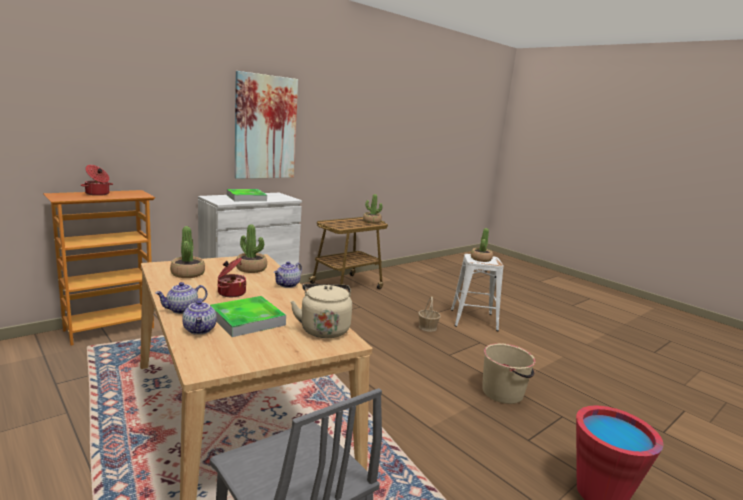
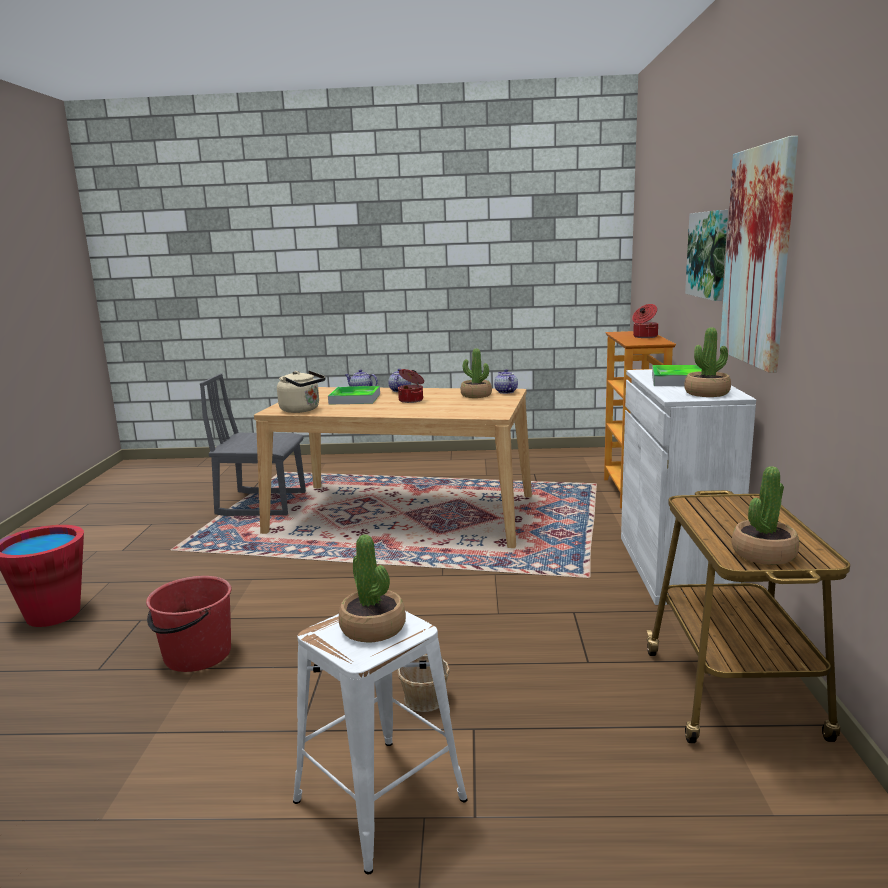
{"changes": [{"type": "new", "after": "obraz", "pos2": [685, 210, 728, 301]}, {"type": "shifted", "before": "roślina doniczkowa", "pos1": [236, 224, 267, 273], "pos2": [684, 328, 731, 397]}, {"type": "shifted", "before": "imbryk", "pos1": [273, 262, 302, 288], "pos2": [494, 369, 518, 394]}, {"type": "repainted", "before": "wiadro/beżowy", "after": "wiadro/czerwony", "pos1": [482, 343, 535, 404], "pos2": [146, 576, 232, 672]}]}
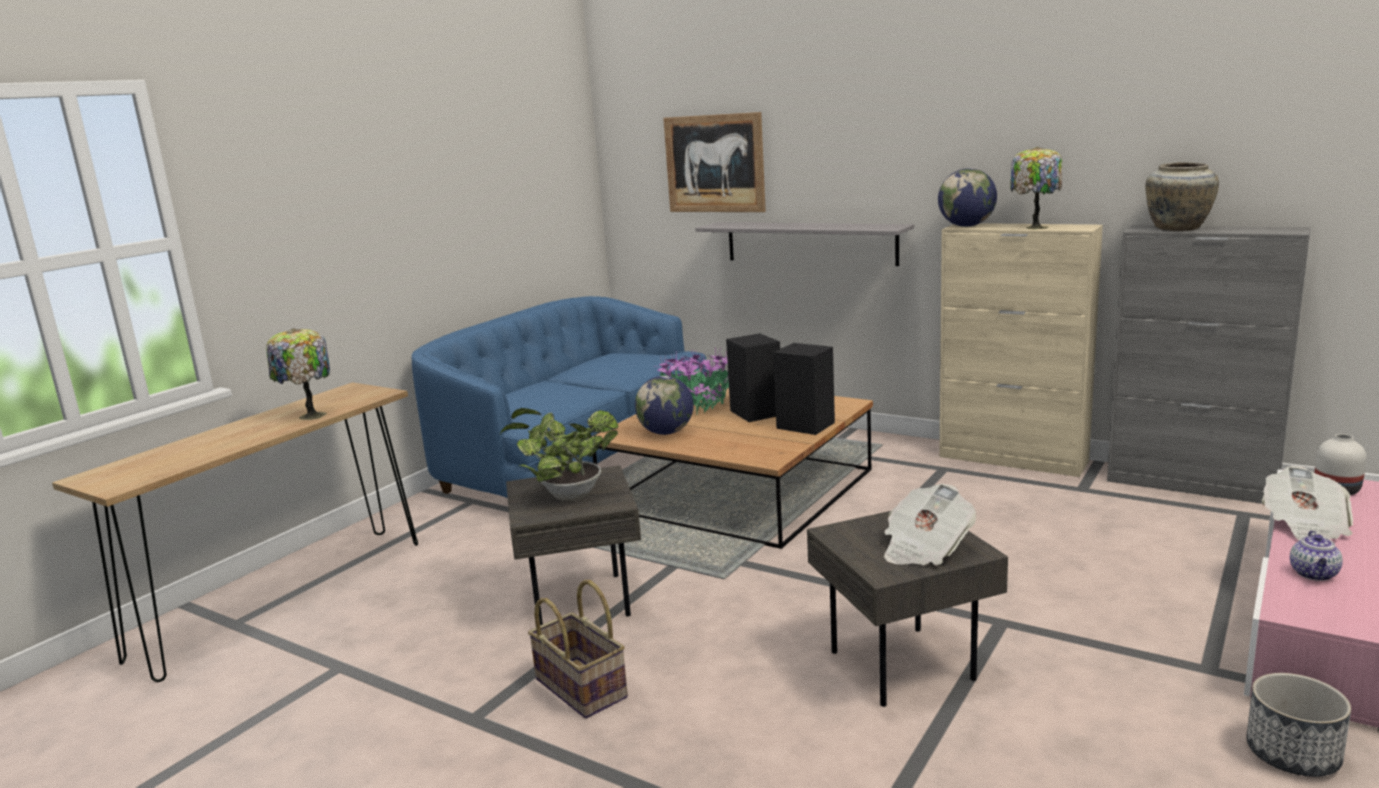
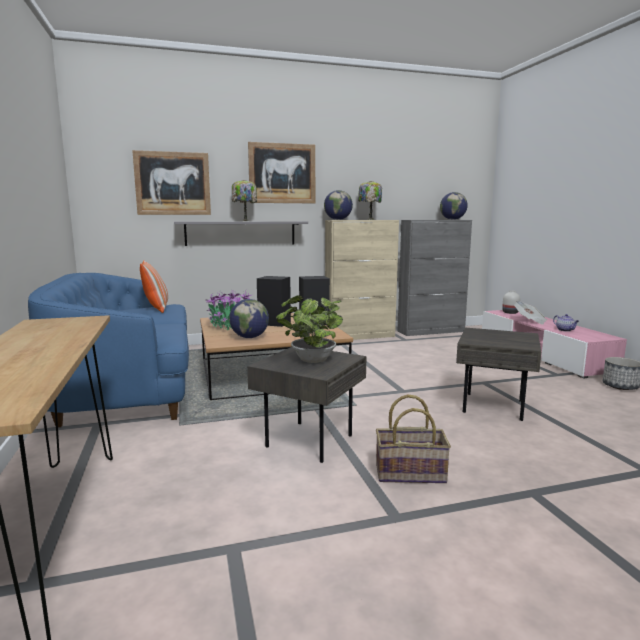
{"changes": [{"type": "gone", "before": "gazeta", "pos1": [884, 484, 976, 565]}, {"type": "gone", "before": "wazon/beżowy", "pos1": [1145, 162, 1219, 231]}, {"type": "new", "after": "poduszka", "pos2": [140, 260, 168, 313]}, {"type": "new", "after": "obraz", "pos2": [248, 142, 315, 203]}, {"type": "new", "after": "globus", "pos2": [440, 192, 468, 220]}, {"type": "shifted", "before": "lampa stołowa", "pos1": [266, 328, 330, 420], "pos2": [232, 180, 257, 221]}]}
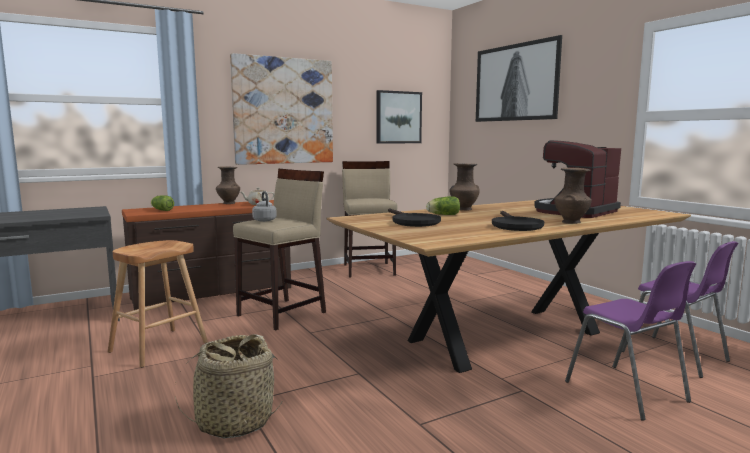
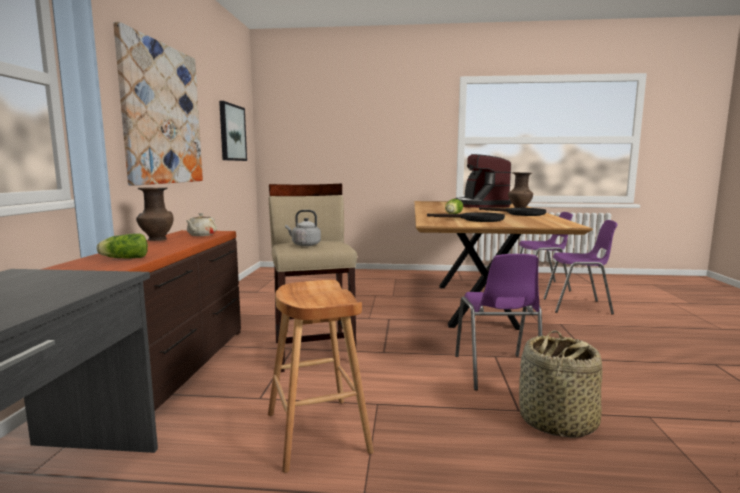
{"changes": [{"type": "gone", "before": "stołek/beżowy", "pos1": [342, 161, 398, 277]}, {"type": "gone", "before": "wazon/brązowy", "pos1": [449, 163, 480, 210]}, {"type": "gone", "before": "obraz", "pos1": [476, 35, 562, 122]}, {"type": "new", "after": "krzesło/fioletowy", "pos2": [455, 254, 542, 390]}]}
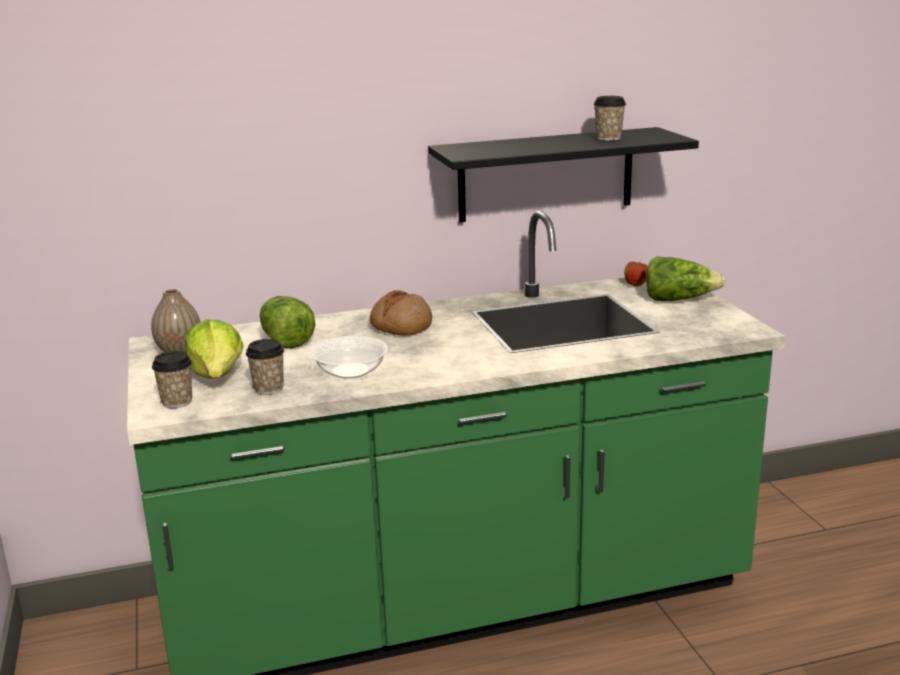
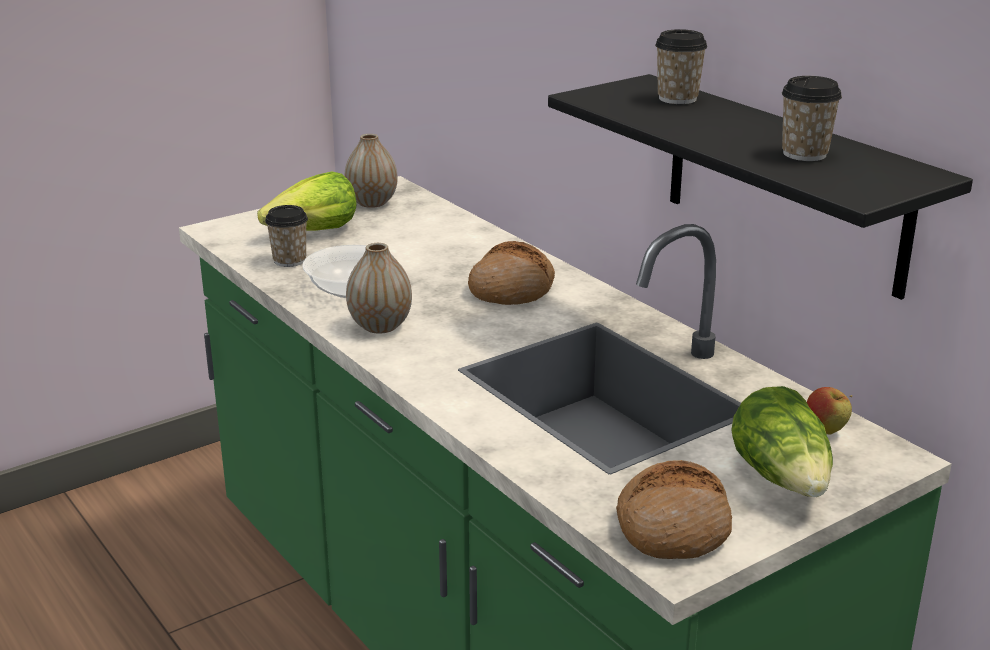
{"changes": [{"type": "gone", "before": "sałata", "pos1": [260, 296, 315, 349]}, {"type": "new", "after": "wazon", "pos2": [346, 243, 412, 334]}, {"type": "new", "after": "chleb", "pos2": [616, 460, 732, 559]}, {"type": "shifted", "before": "filiżanka", "pos1": [152, 351, 192, 408], "pos2": [655, 29, 707, 104]}]}
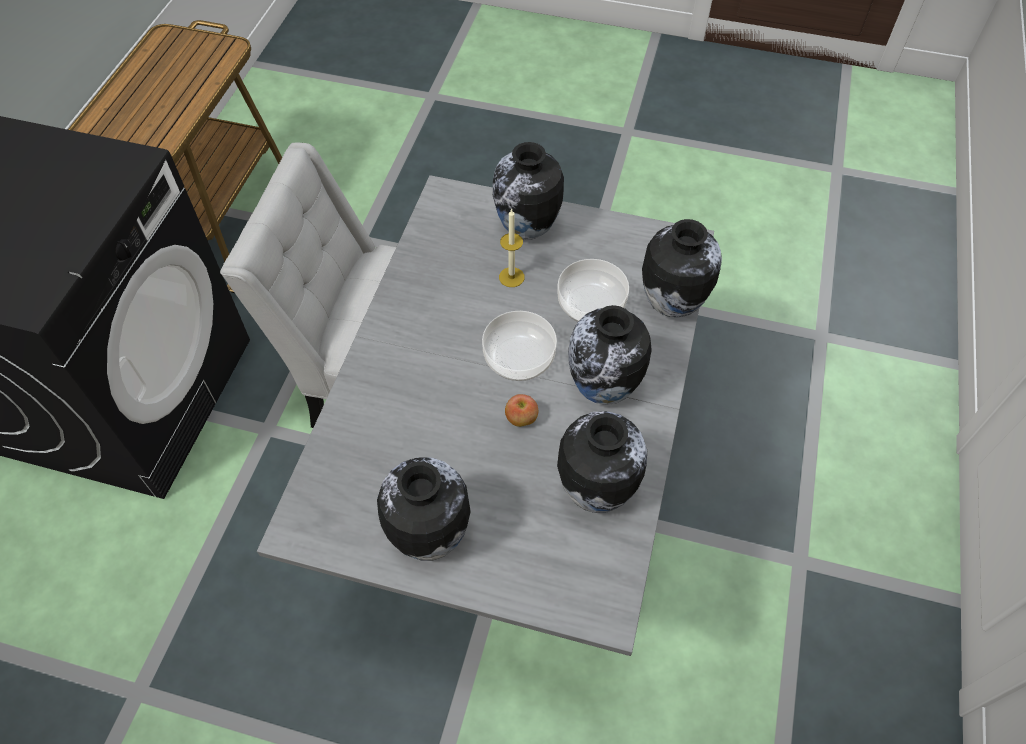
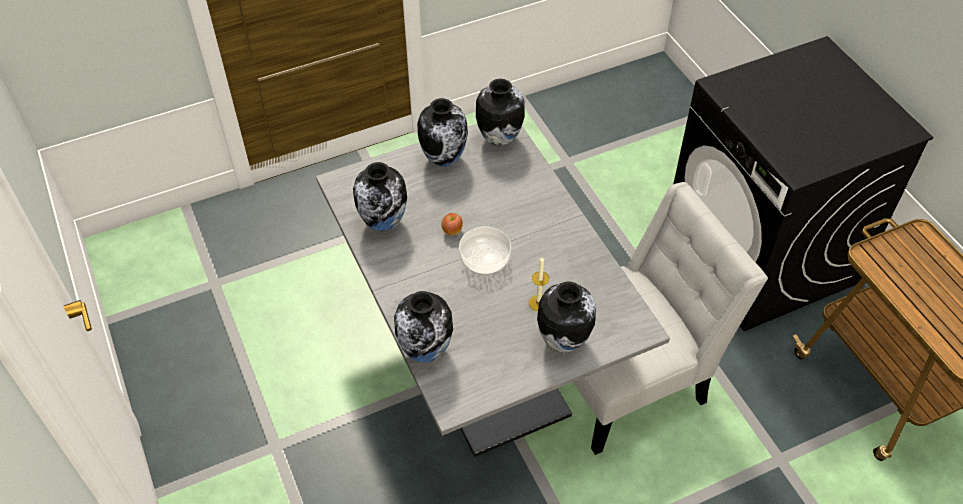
{"changes": [{"type": "gone", "before": "miska", "pos1": [557, 259, 629, 322]}, {"type": "shifted", "before": "wazon", "pos1": [568, 305, 652, 405], "pos2": [476, 79, 525, 147]}]}
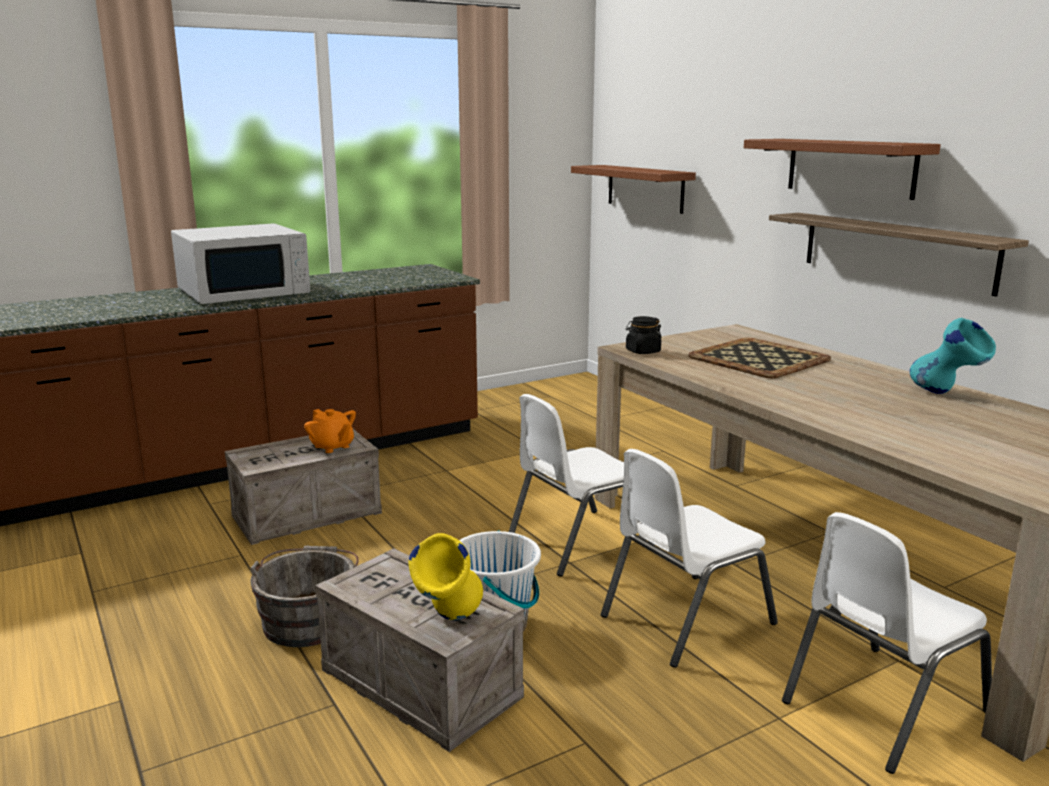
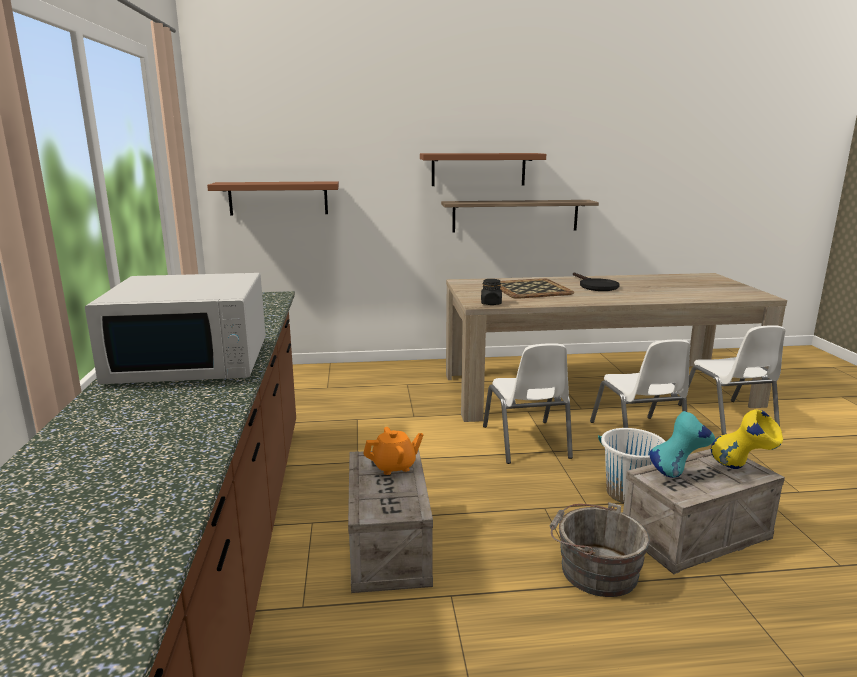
{"changes": [{"type": "new", "after": "patelnia/czarny", "pos2": [573, 273, 620, 291]}, {"type": "shifted", "before": "wazon/turkusowy", "pos1": [910, 318, 996, 394], "pos2": [649, 411, 715, 478]}, {"type": "rotated", "before": "mikrofalówka/biały", "pos1": [171, 223, 310, 304], "pos2": [85, 273, 266, 384], "turn": 90}]}
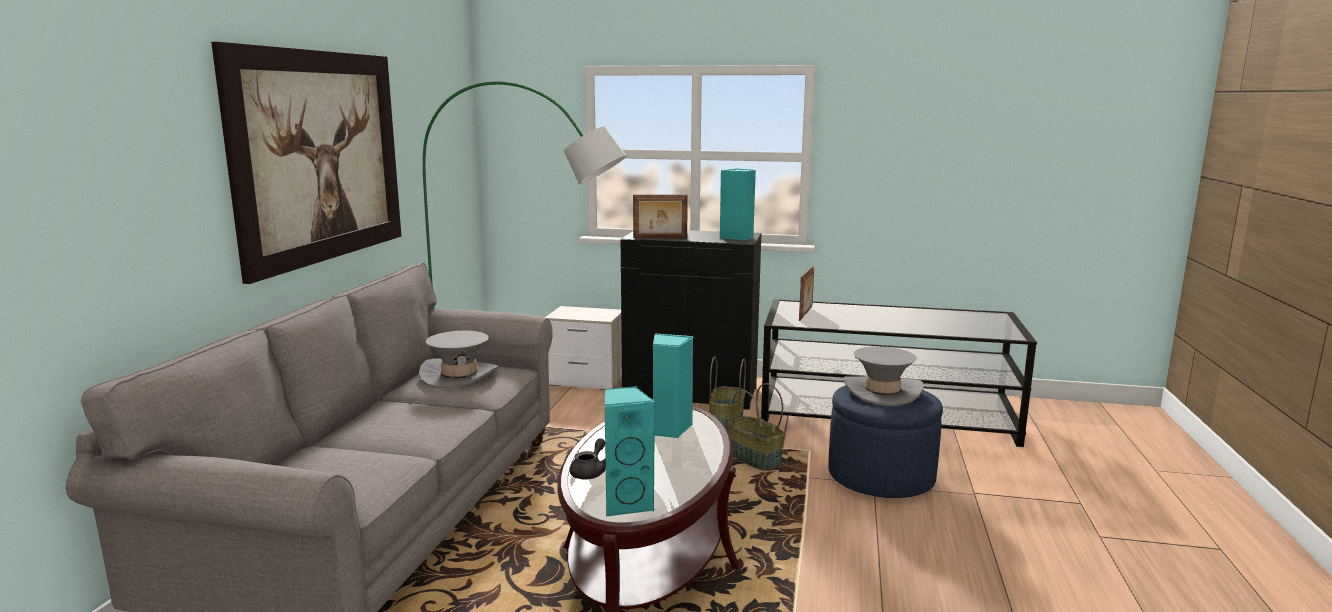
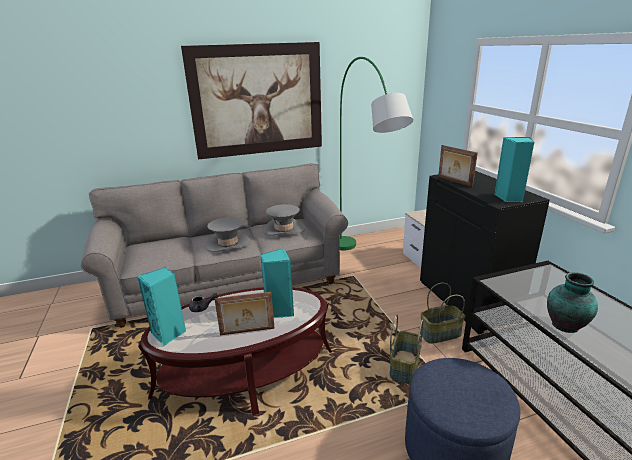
{"changes": [{"type": "new", "after": "wazon", "pos2": [547, 272, 598, 333]}, {"type": "shifted", "before": "ramka na zdjęcie", "pos1": [799, 266, 814, 321], "pos2": [214, 292, 275, 335]}, {"type": "shifted", "before": "kapelusz/szary", "pos1": [843, 346, 923, 406], "pos2": [205, 217, 251, 252]}]}
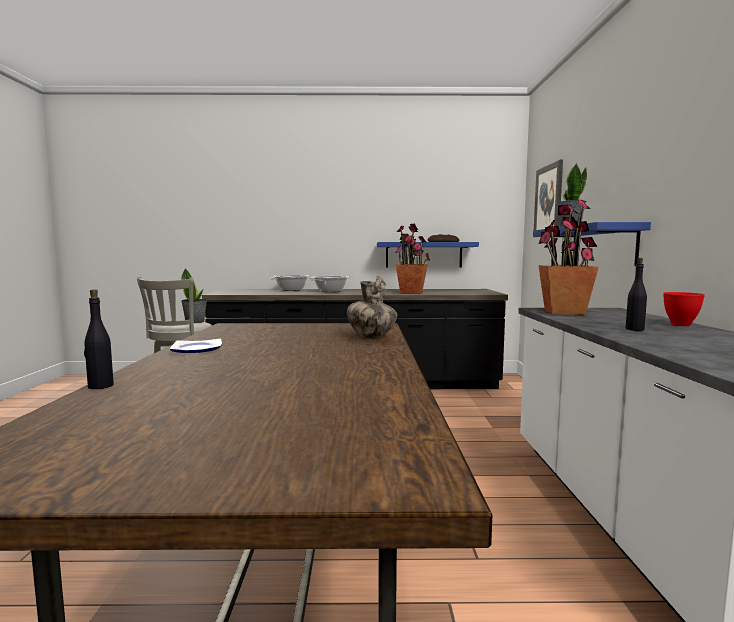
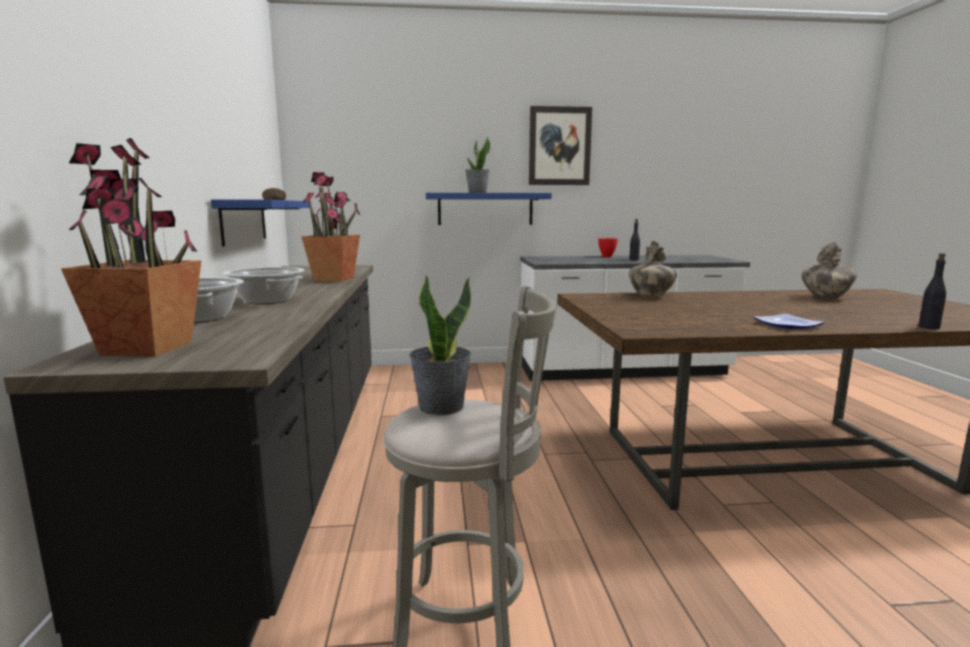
{"changes": [{"type": "new", "after": "wazon", "pos2": [802, 242, 857, 299]}, {"type": "shifted", "before": "obraz", "pos1": [534, 160, 563, 230], "pos2": [529, 106, 592, 185]}, {"type": "shifted", "before": "roślina doniczkowa", "pos1": [538, 199, 599, 315], "pos2": [61, 138, 202, 357]}]}
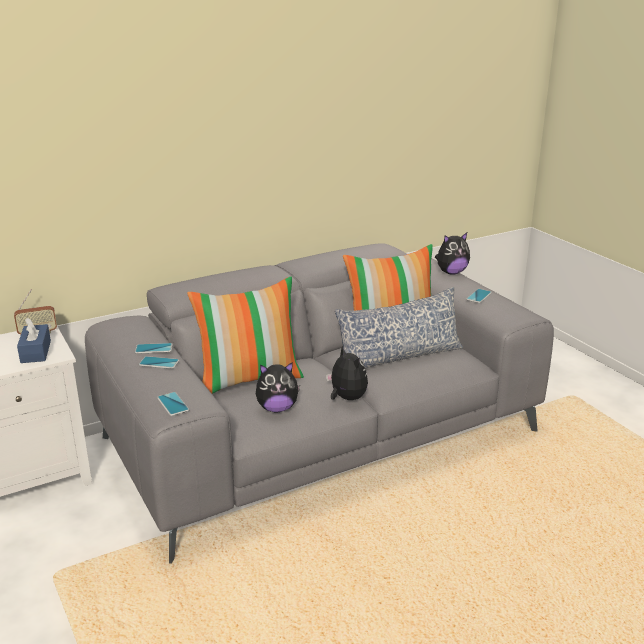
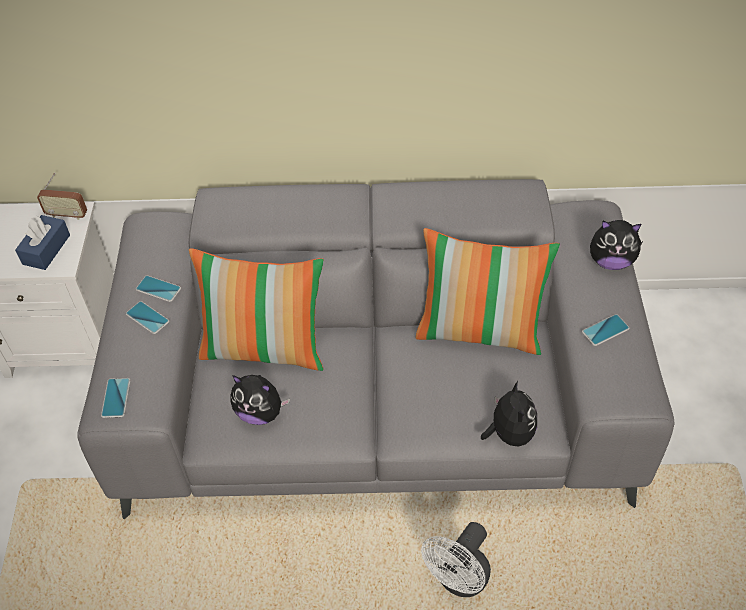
{"changes": [{"type": "gone", "before": "poduszka", "pos1": [335, 287, 463, 369]}, {"type": "new", "after": "wentylator/biały", "pos2": [421, 522, 491, 597]}, {"type": "shifted", "before": "pluszak", "pos1": [326, 345, 368, 400], "pos2": [481, 381, 537, 447]}]}
